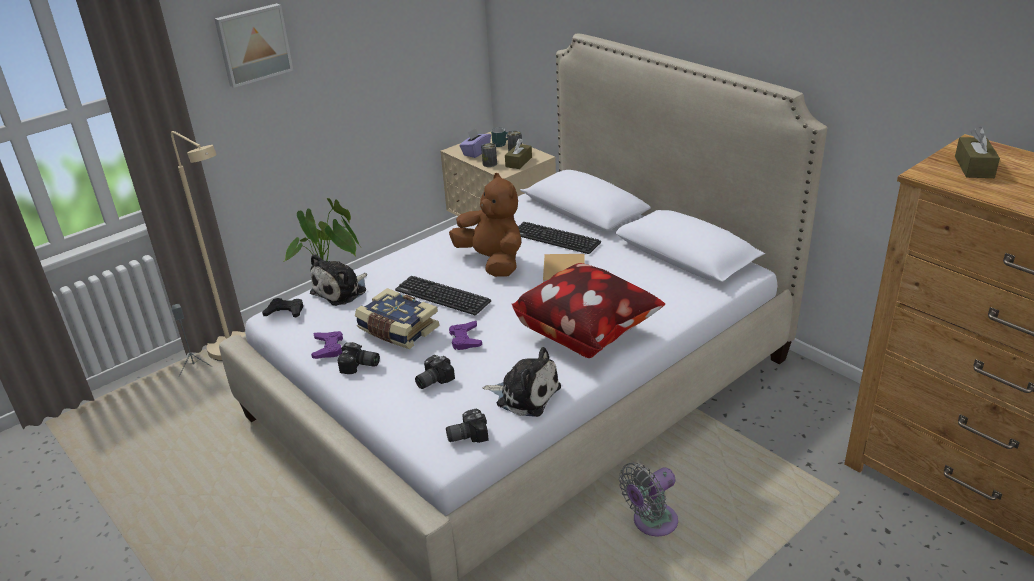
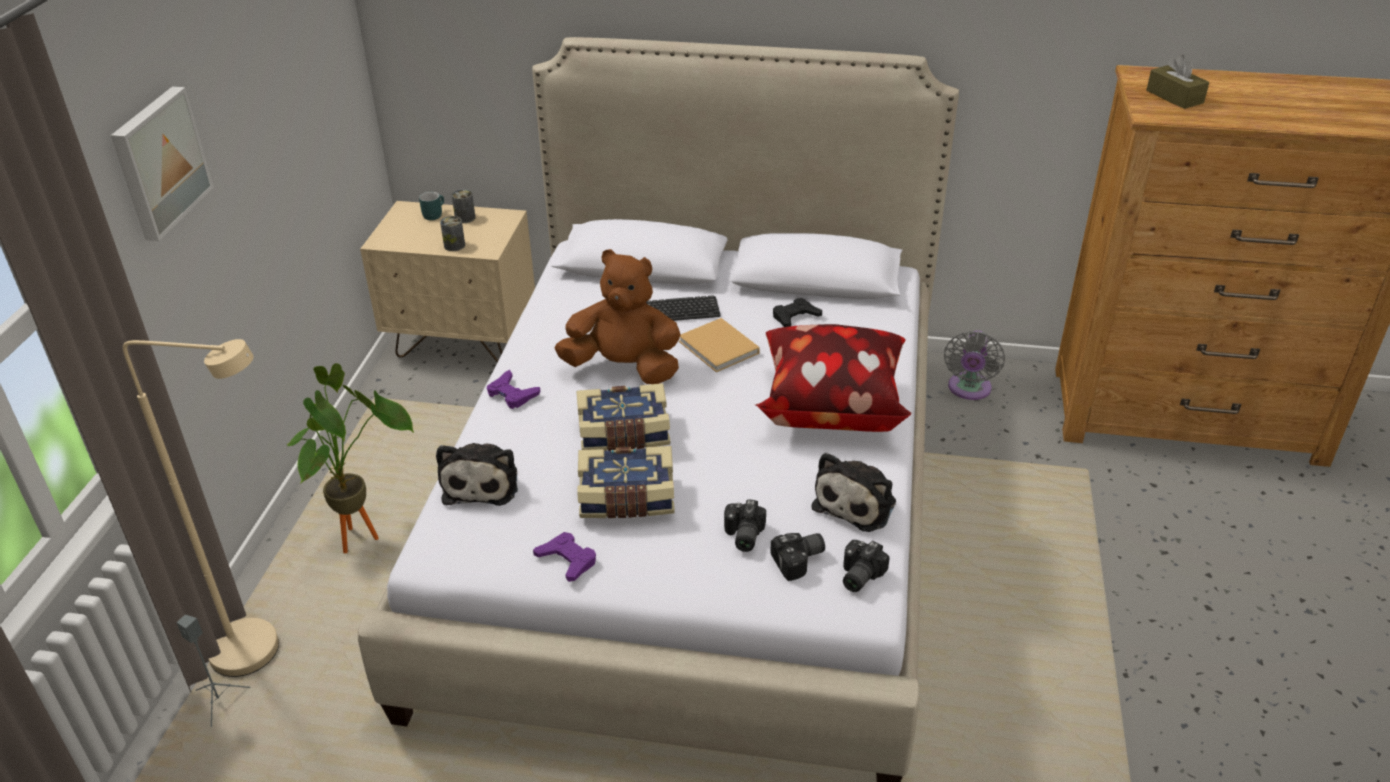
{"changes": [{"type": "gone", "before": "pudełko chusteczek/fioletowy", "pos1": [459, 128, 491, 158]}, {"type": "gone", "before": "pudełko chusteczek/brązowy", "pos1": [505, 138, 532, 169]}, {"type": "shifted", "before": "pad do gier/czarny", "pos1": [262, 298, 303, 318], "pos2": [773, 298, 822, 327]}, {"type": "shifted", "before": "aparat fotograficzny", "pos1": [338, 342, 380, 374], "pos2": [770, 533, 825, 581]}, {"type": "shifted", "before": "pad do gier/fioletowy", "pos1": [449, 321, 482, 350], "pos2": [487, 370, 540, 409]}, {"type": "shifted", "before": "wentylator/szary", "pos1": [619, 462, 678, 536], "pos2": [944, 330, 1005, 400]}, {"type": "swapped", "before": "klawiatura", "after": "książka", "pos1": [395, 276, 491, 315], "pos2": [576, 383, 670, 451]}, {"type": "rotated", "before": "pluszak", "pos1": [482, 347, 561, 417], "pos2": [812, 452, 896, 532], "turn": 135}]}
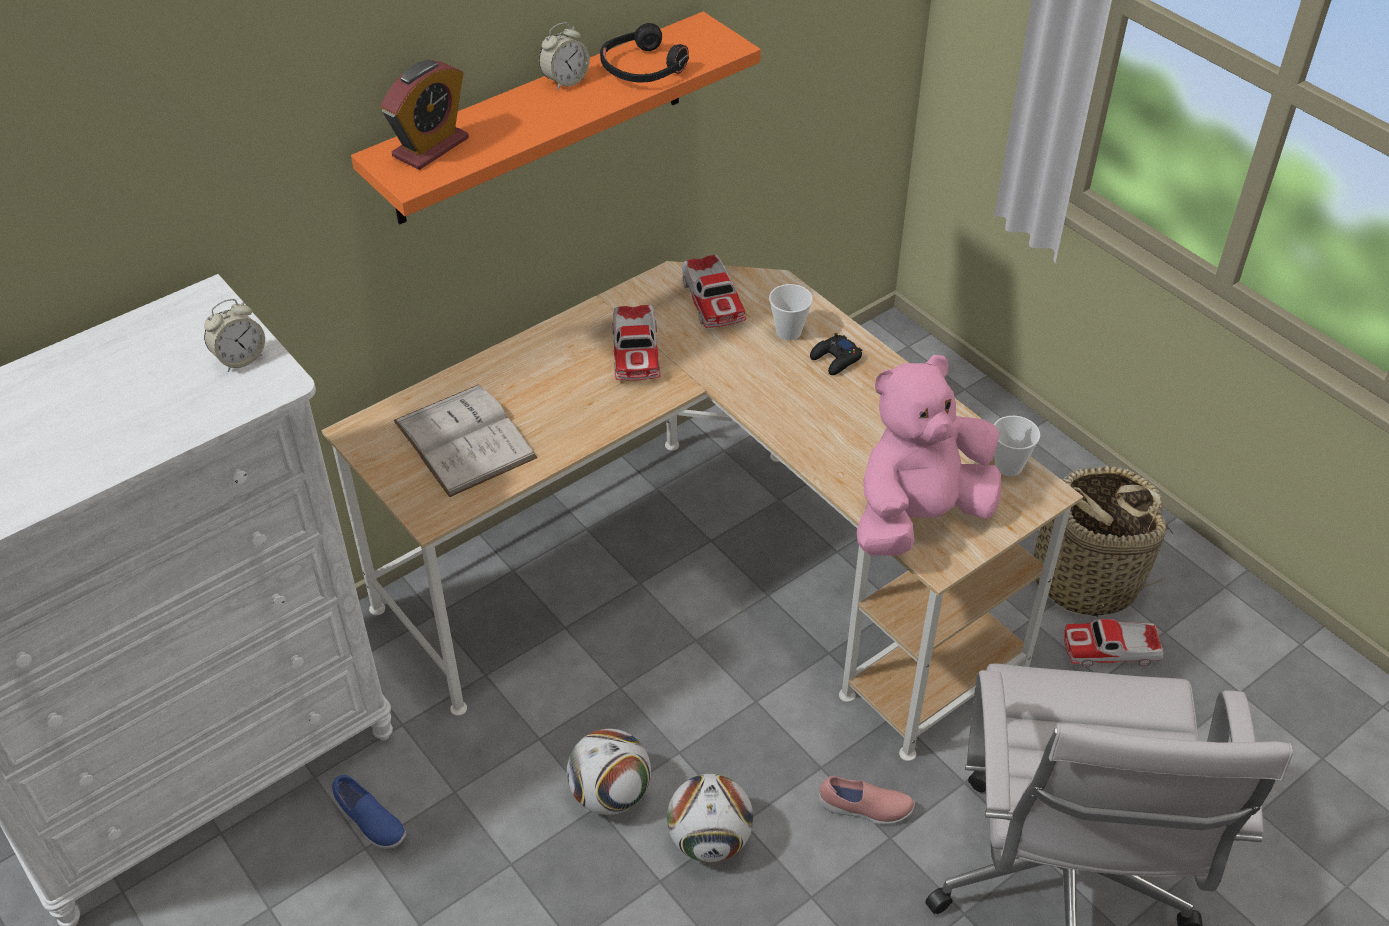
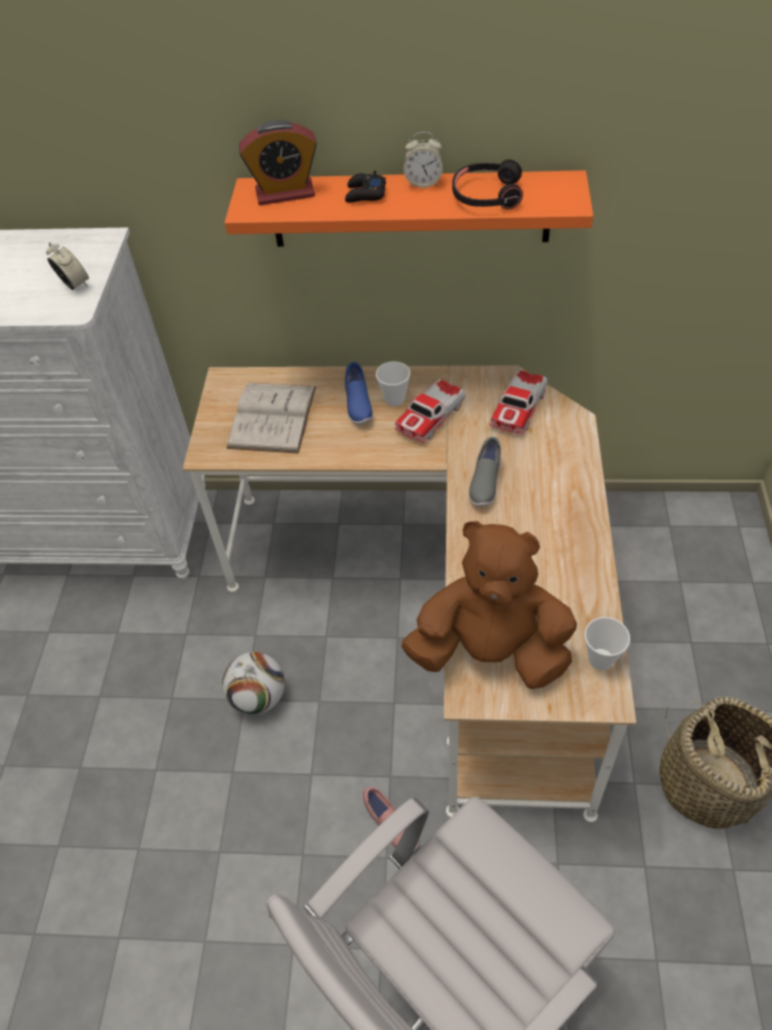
{"changes": [{"type": "gone", "before": "piłka futbolowa", "pos1": [667, 774, 753, 862]}, {"type": "gone", "before": "samochodzik", "pos1": [1064, 619, 1164, 667]}, {"type": "new", "after": "but/szary", "pos2": [469, 437, 501, 506]}, {"type": "shifted", "before": "but/niebieski", "pos1": [332, 775, 406, 849], "pos2": [345, 362, 373, 425]}, {"type": "shifted", "before": "filiżanka", "pos1": [769, 284, 813, 340], "pos2": [376, 361, 410, 406]}, {"type": "shifted", "before": "pad do gier/czarny", "pos1": [810, 333, 862, 375], "pos2": [345, 171, 386, 203]}, {"type": "repainted", "before": "pluszak/różowy", "after": "pluszak/brązowy", "pos1": [857, 355, 1001, 555], "pos2": [401, 521, 577, 689]}, {"type": "rotated", "before": "budzik", "pos1": [204, 299, 265, 372], "pos2": [46, 242, 89, 290], "turn": -135}]}
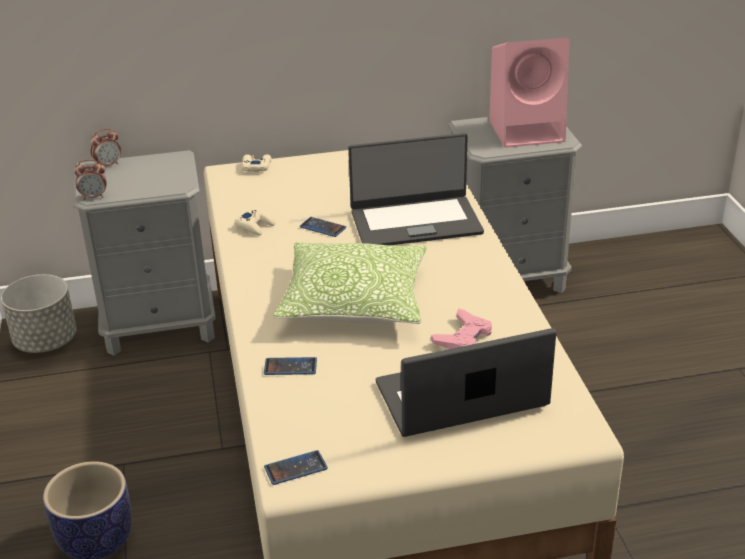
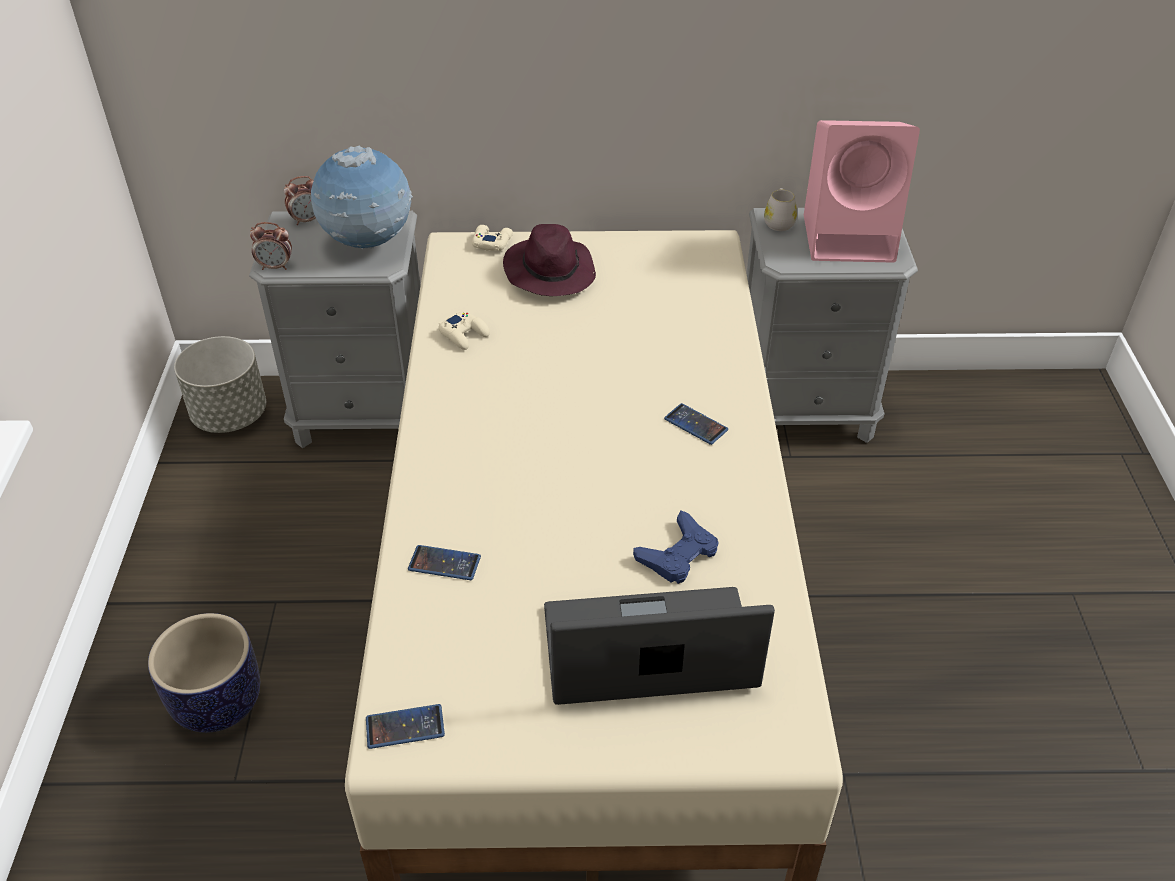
{"changes": [{"type": "gone", "before": "poduszka", "pos1": [273, 242, 426, 324]}, {"type": "gone", "before": "laptop", "pos1": [348, 133, 484, 245]}, {"type": "new", "after": "globus", "pos2": [311, 146, 413, 249]}, {"type": "new", "after": "kapelusz/fioletowy", "pos2": [503, 224, 596, 296]}, {"type": "new", "after": "kubek/biały", "pos2": [764, 188, 797, 231]}, {"type": "shifted", "before": "telefon", "pos1": [300, 217, 346, 237], "pos2": [664, 403, 728, 445]}, {"type": "repainted", "before": "pad do gier/różowy", "after": "pad do gier/niebieski", "pos1": [431, 308, 492, 349], "pos2": [633, 510, 719, 584]}]}
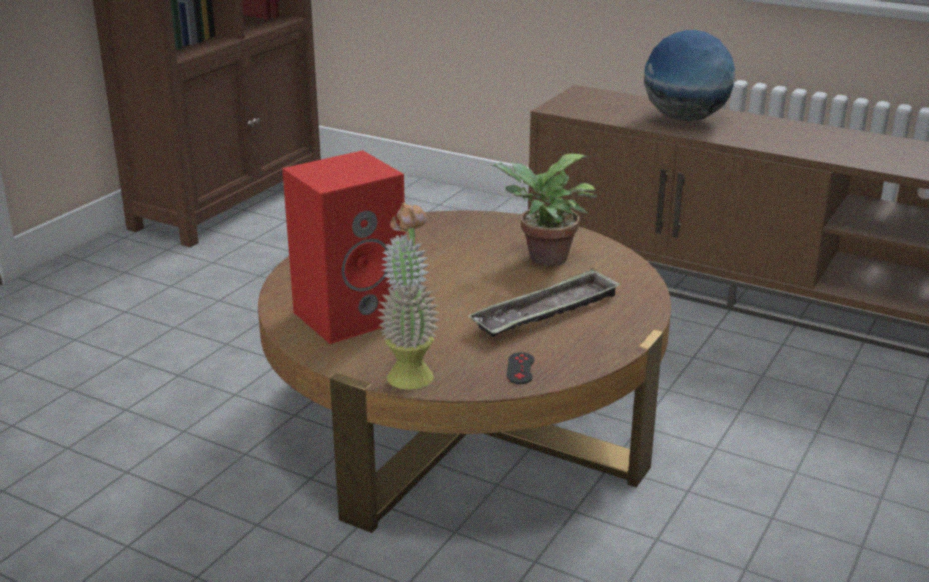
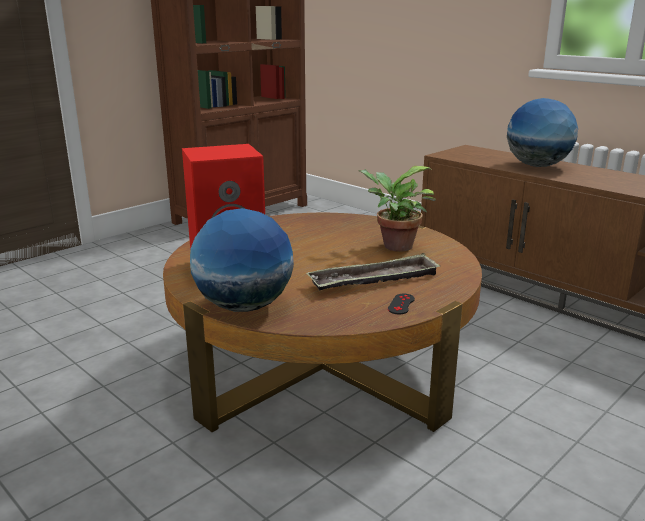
{"changes": [{"type": "shifted", "before": "pad do gier/czarny", "pos1": [507, 352, 534, 384], "pos2": [388, 294, 415, 314]}, {"type": "swapped", "before": "roślina doniczkowa", "after": "globus", "pos1": [377, 202, 440, 390], "pos2": [190, 208, 294, 312]}]}
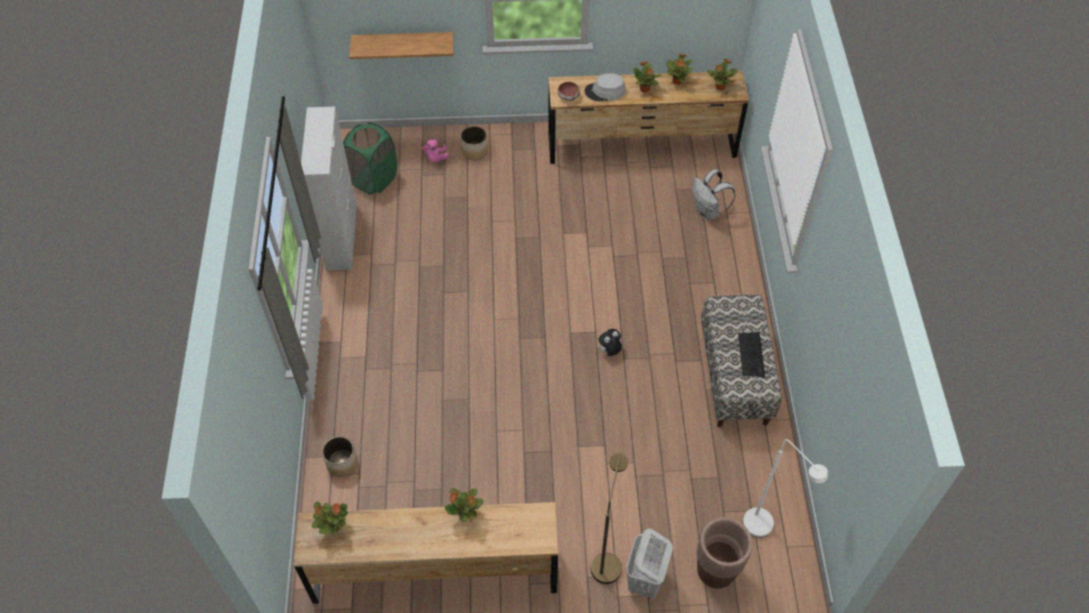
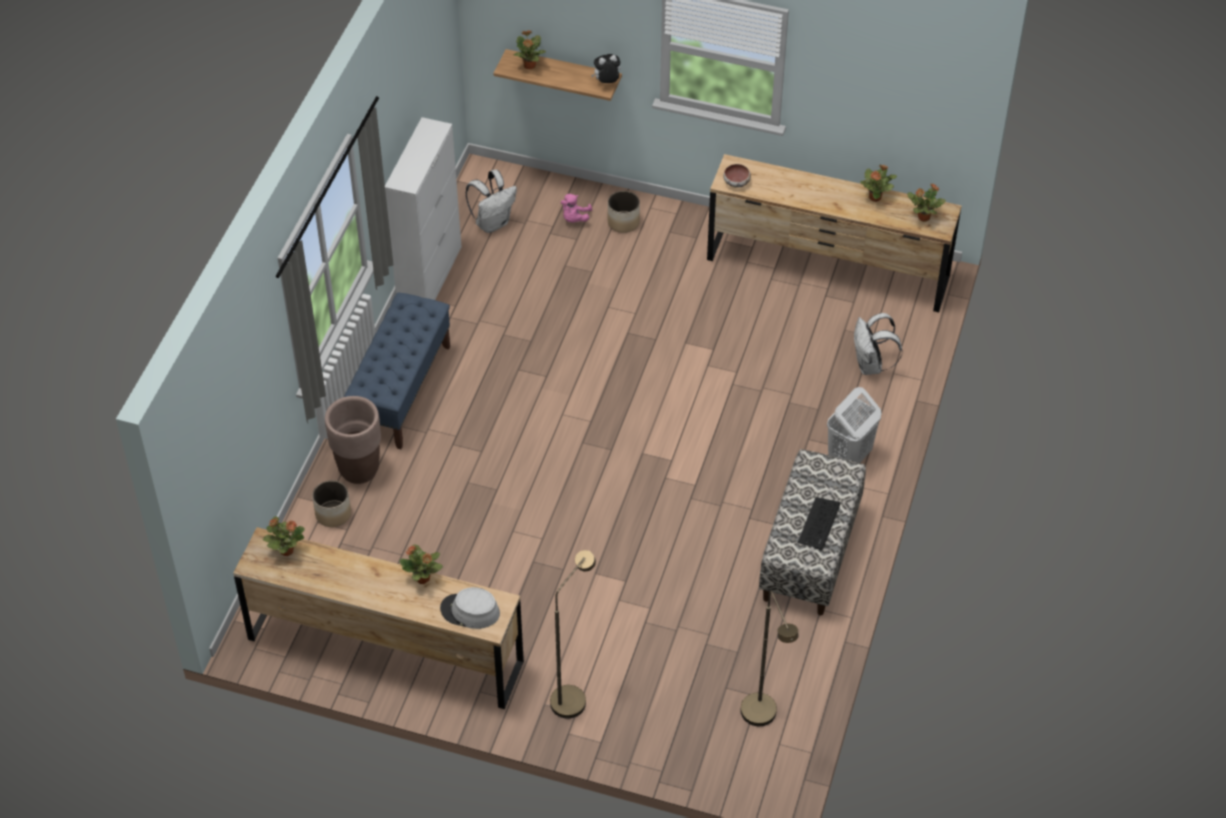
{"changes": [{"type": "new", "after": "ławka/niebieski", "pos2": [344, 292, 450, 449]}, {"type": "shifted", "before": "kapelusz/szary", "pos1": [584, 73, 626, 101], "pos2": [440, 587, 500, 629]}, {"type": "shifted", "before": "pluszak", "pos1": [598, 329, 622, 356], "pos2": [591, 54, 621, 83]}, {"type": "shifted", "before": "kosz na pranie/biały", "pos1": [626, 528, 673, 599], "pos2": [827, 387, 881, 463]}, {"type": "shifted", "before": "roślina doniczkowa", "pos1": [633, 61, 662, 93], "pos2": [514, 30, 546, 69]}, {"type": "shifted", "before": "donica/brązowy", "pos1": [697, 517, 753, 589], "pos2": [325, 396, 381, 484]}, {"type": "swapped", "before": "kosz na pranie/zielony", "after": "plecak/biały", "pos1": [343, 122, 397, 195], "pos2": [466, 170, 517, 233]}, {"type": "repainted", "before": "lampa stojąca/biały", "after": "lampa stojąca/brązowy", "pos1": [743, 439, 828, 538], "pos2": [741, 590, 798, 726]}]}
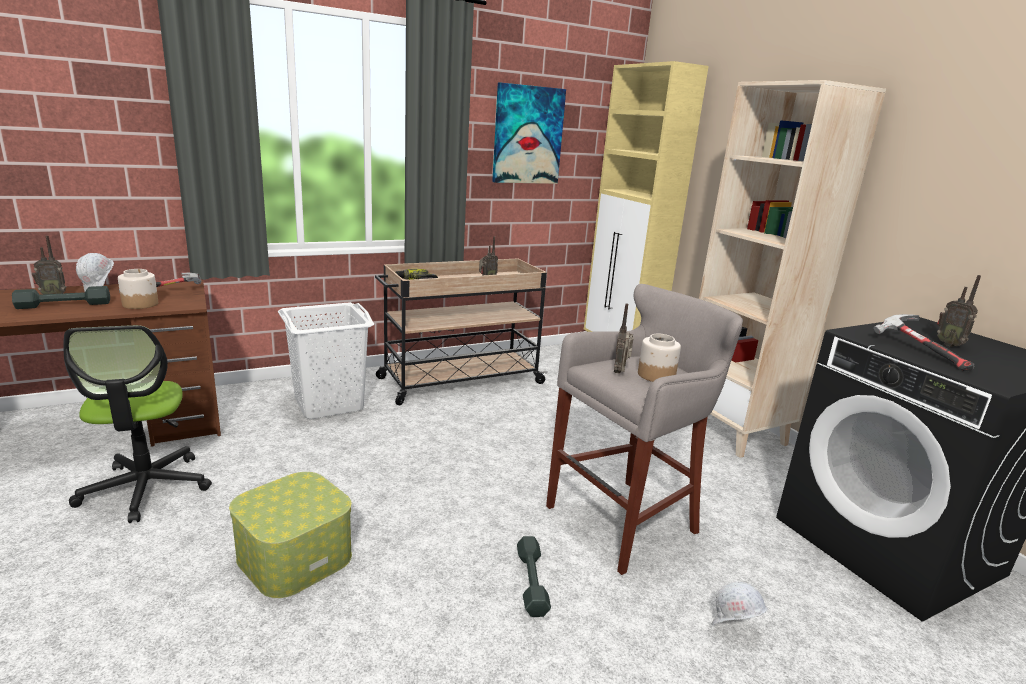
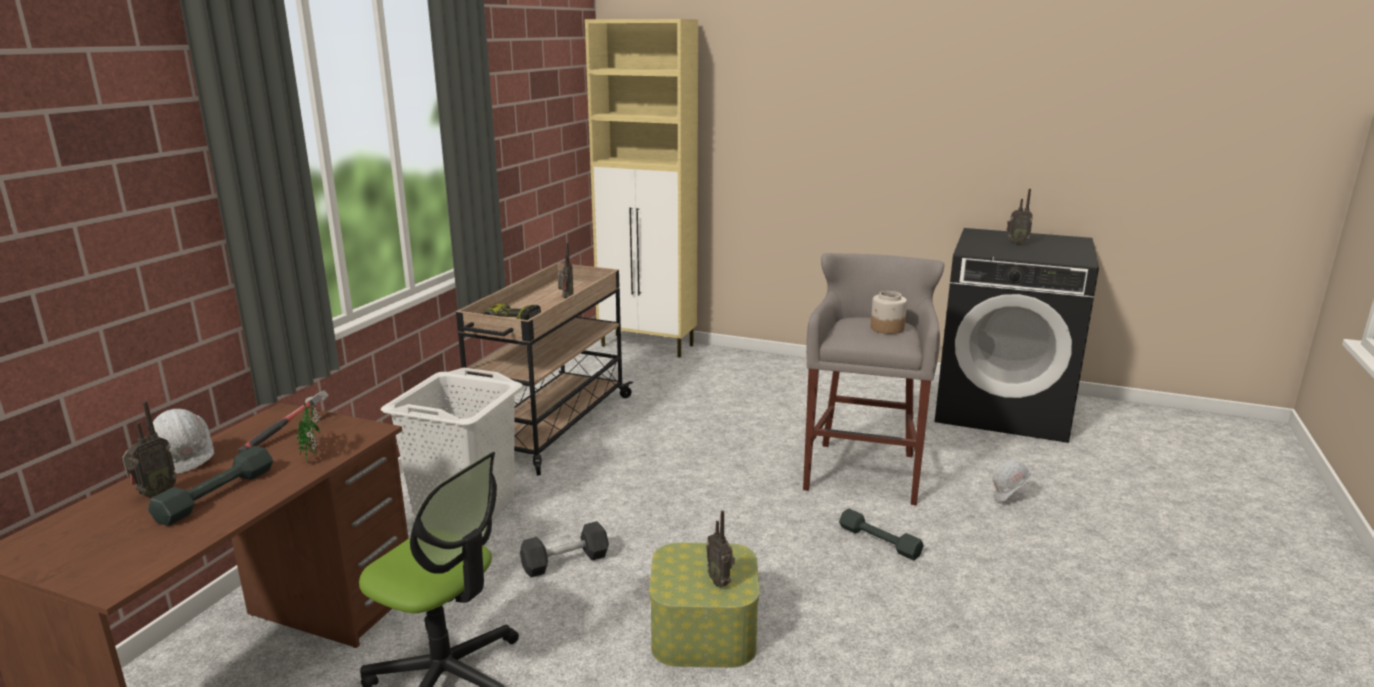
{"changes": [{"type": "gone", "before": "obraz", "pos1": [492, 82, 566, 184]}, {"type": "gone", "before": "regał/beżowy", "pos1": [699, 80, 886, 458]}, {"type": "gone", "before": "młotek", "pos1": [873, 314, 975, 371]}, {"type": "new", "after": "hantel/czarny", "pos2": [520, 521, 609, 577]}, {"type": "shifted", "before": "radio", "pos1": [614, 303, 634, 374], "pos2": [706, 510, 735, 588]}, {"type": "swapped", "before": "słoik", "after": "roślina doniczkowa", "pos1": [118, 269, 158, 309], "pos2": [297, 401, 321, 461]}]}
